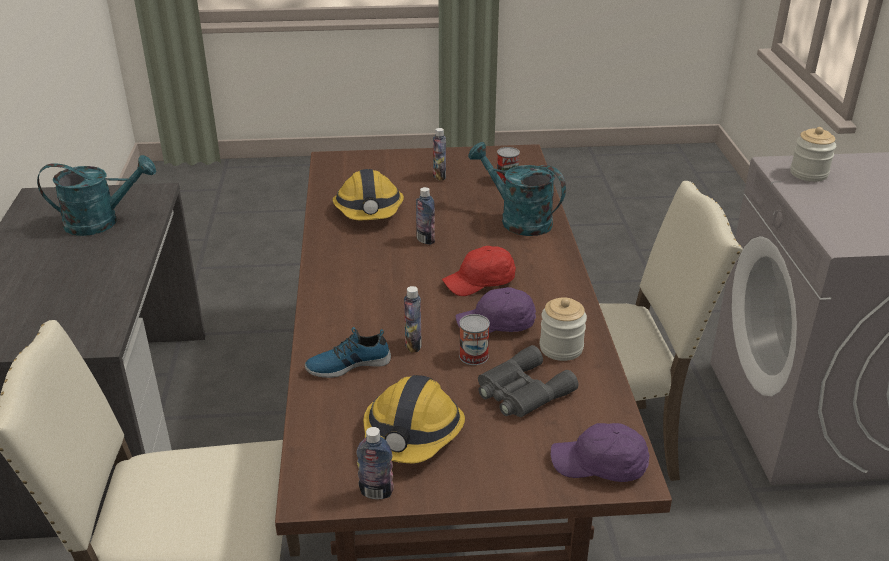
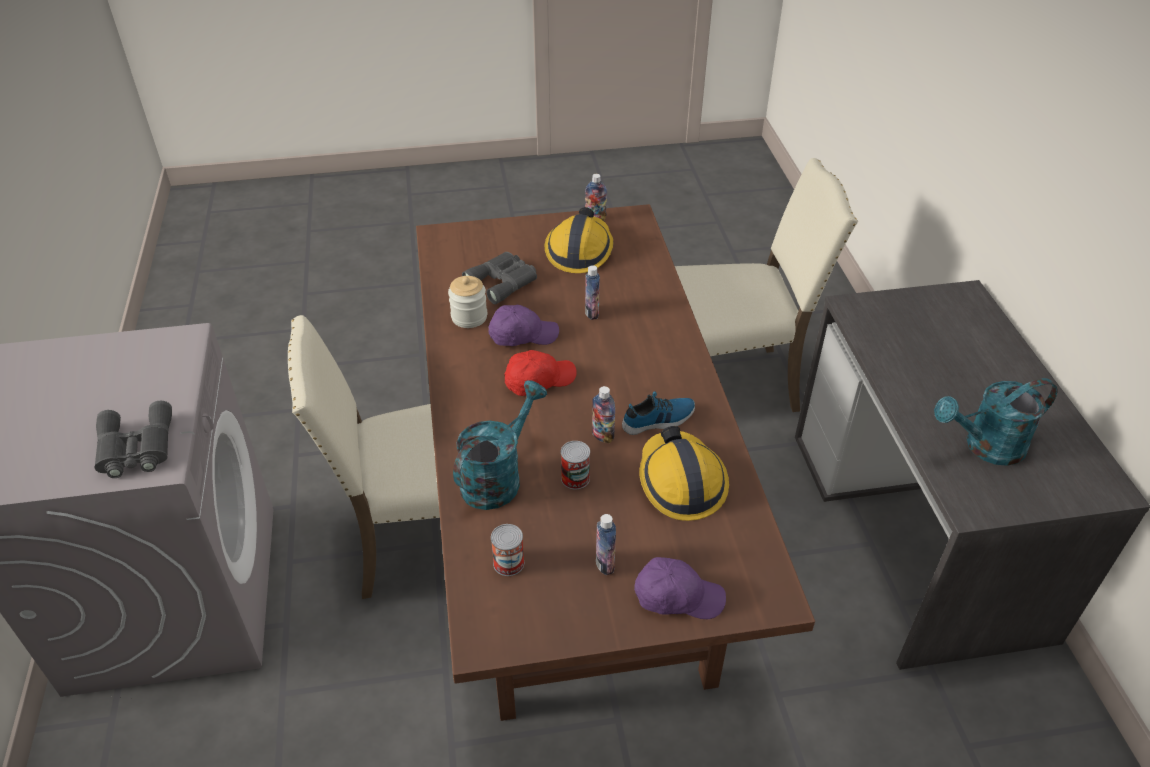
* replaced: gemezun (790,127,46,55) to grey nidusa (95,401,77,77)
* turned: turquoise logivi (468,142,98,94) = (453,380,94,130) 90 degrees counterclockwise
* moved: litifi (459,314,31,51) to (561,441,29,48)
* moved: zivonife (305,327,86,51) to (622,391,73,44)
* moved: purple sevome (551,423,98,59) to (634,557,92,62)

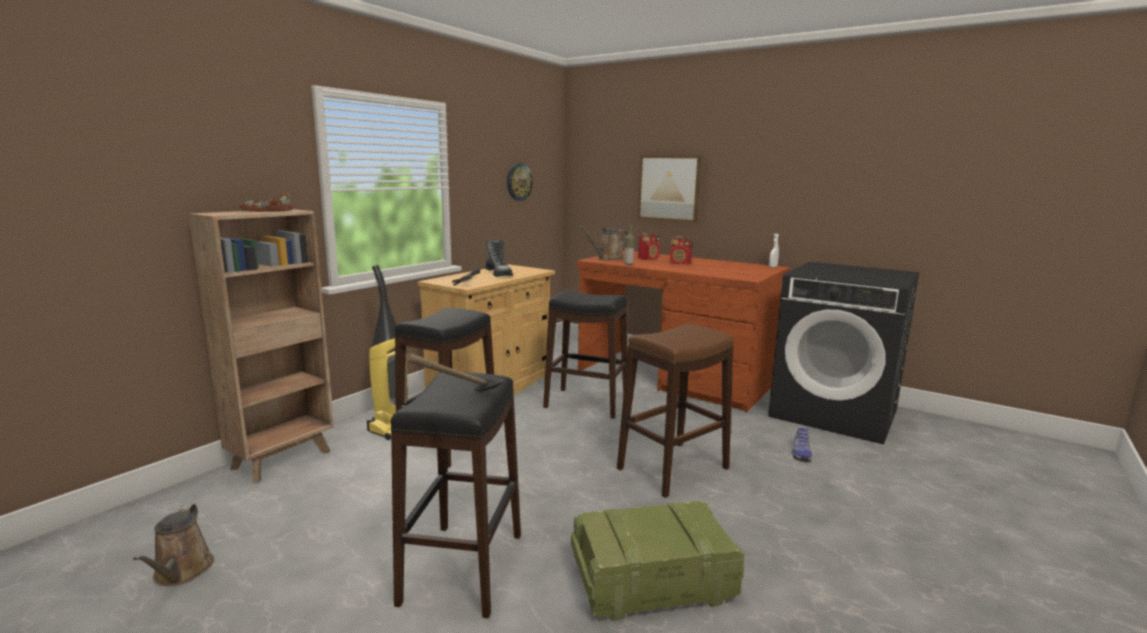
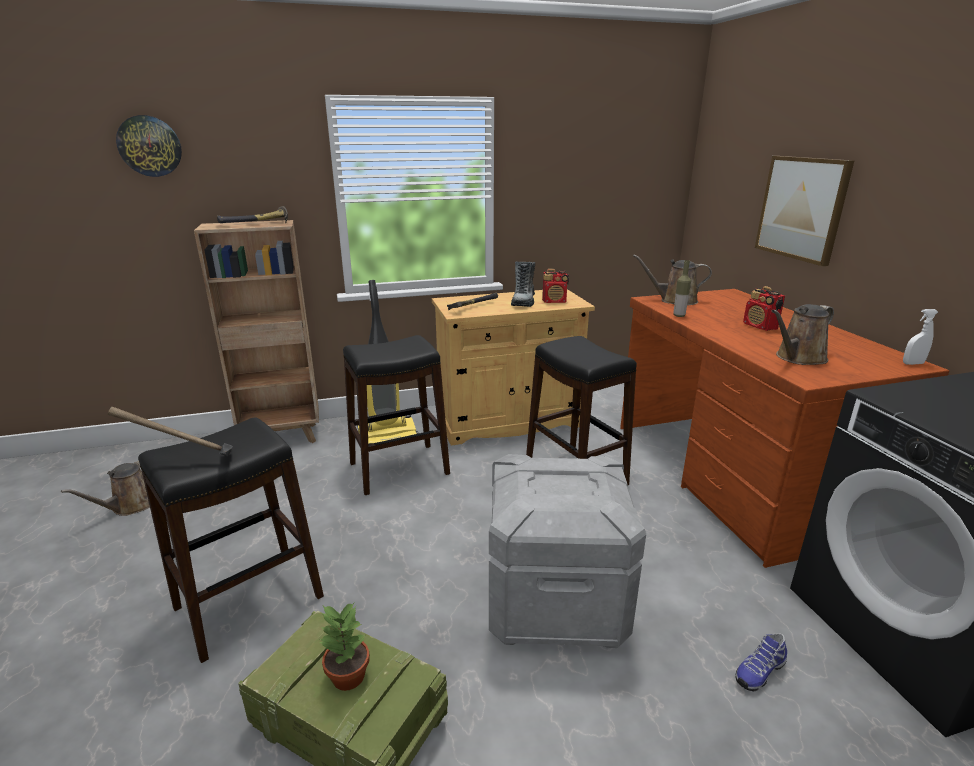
* moved: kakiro (507,163,26,38) to (116,115,66,62)
* replaced: brown zivonife (240,193,53,19) to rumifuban (217,206,71,18)
* added: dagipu (319,603,51,88)
* replaced: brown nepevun (617,324,117,174) to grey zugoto (489,454,157,194)
* moved: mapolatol (638,233,22,27) to (542,269,27,34)
* added: brown logivi (772,304,62,61)

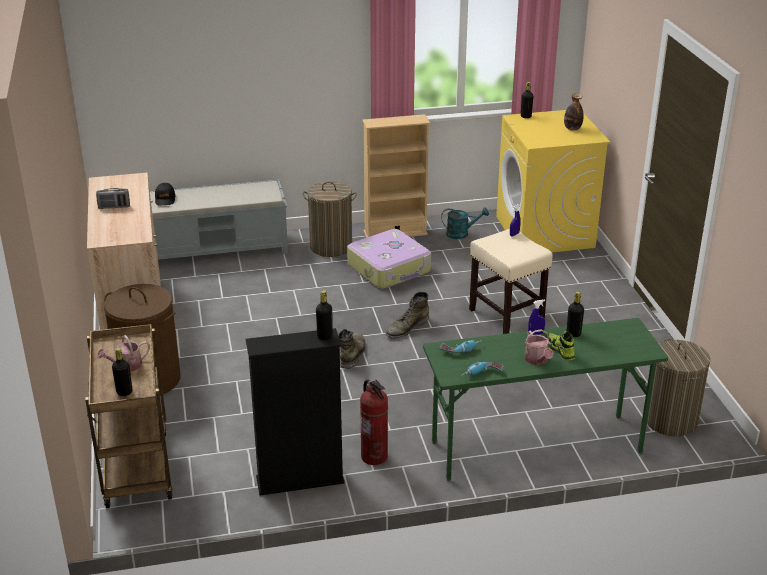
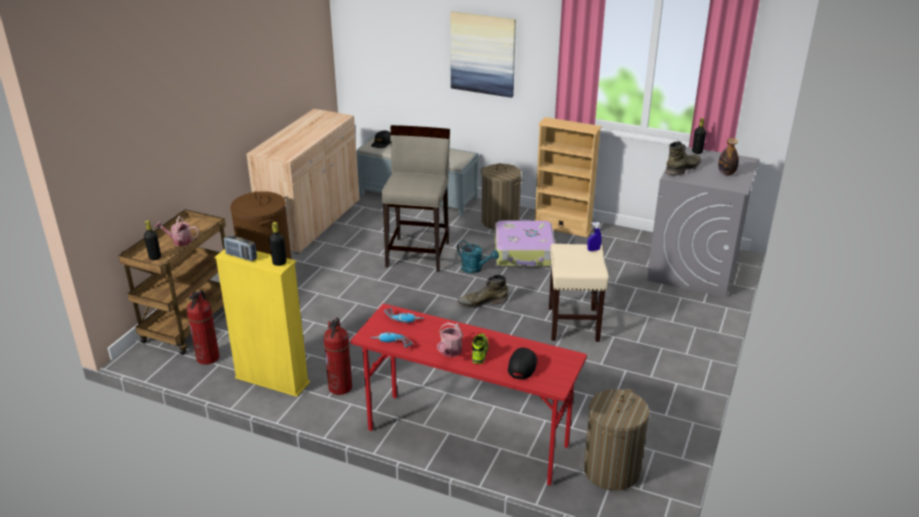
* added: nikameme (187,290,33,75)
* recoloured: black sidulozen (246,328,98,168) to yellow sidulozen (215,249,95,148)
* moved: mapolatol (96,188,34,21) to (224,235,33,26)
* recoloured: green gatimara (423,318,245,163) to red gatimara (350,304,237,181)
* added: beige nepevun (381,125,69,147)
* added: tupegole (450,11,66,87)
* moved: turquoise logivi (441,207,48,32) to (457,240,42,33)
* added: black sevome (508,348,29,31)
* recoloured: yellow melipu (496,110,114,142) to grey melipu (647,147,112,151)
* moved: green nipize (338,329,28,40) to (666,141,35,35)
* removed: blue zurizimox (528,300,17,35)
* removed: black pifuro (567,291,17,46)

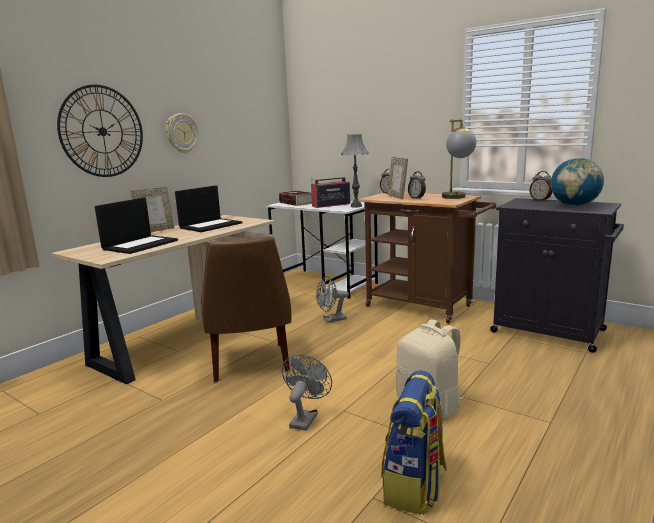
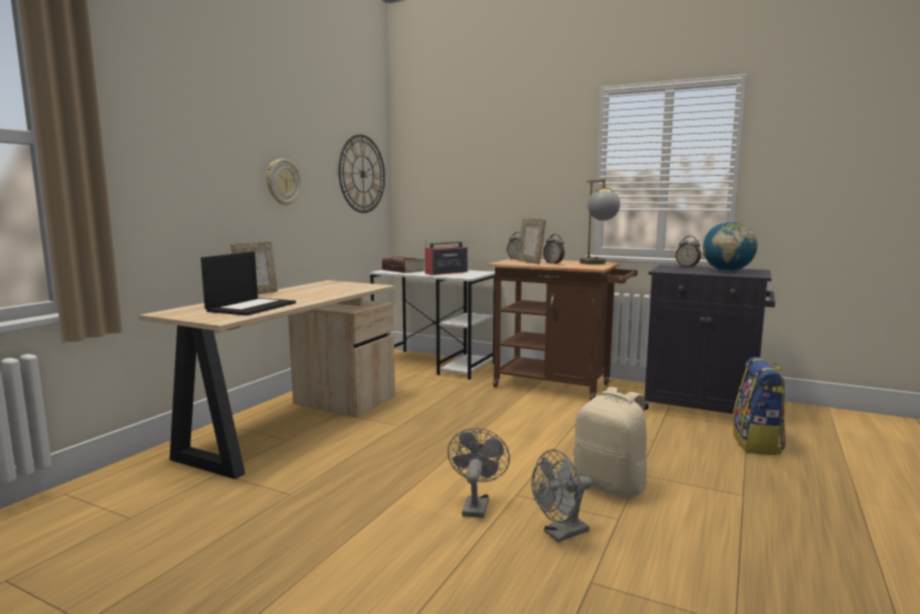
* moved: kakiro (57,85,86,92) to (339,134,46,79)
* moved: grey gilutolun (316,276,33,47) to (531,449,62,93)
* moved: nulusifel (381,370,66,145) to (732,357,54,98)
* removed: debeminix (175,185,67,47)
* removed: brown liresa (201,236,91,146)
* removed: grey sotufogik (341,134,28,74)

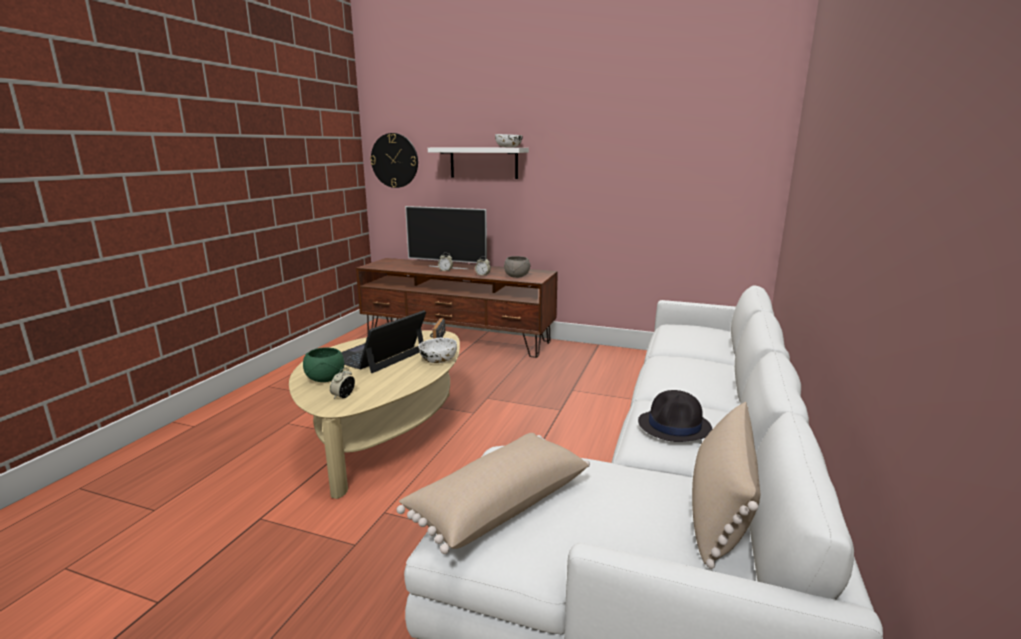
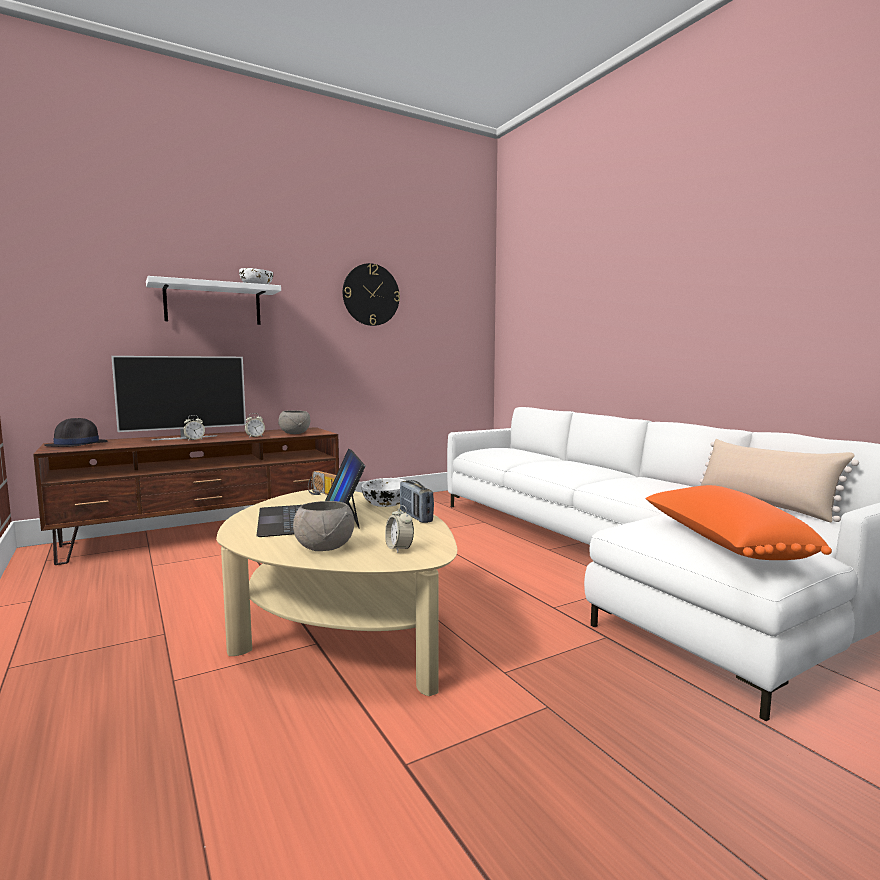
* moved: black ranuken (638,390,74,52) to (44,418,63,29)
* recoloured: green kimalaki (303,348,41,34) to grey kimalaki (293,501,62,50)
* moved: kakiro (370,133,48,55) to (343,263,57,63)
* added: mapolatol (400,480,34,43)
* recoloured: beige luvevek (397,433,193,121) to orange luvevek (645,485,187,75)

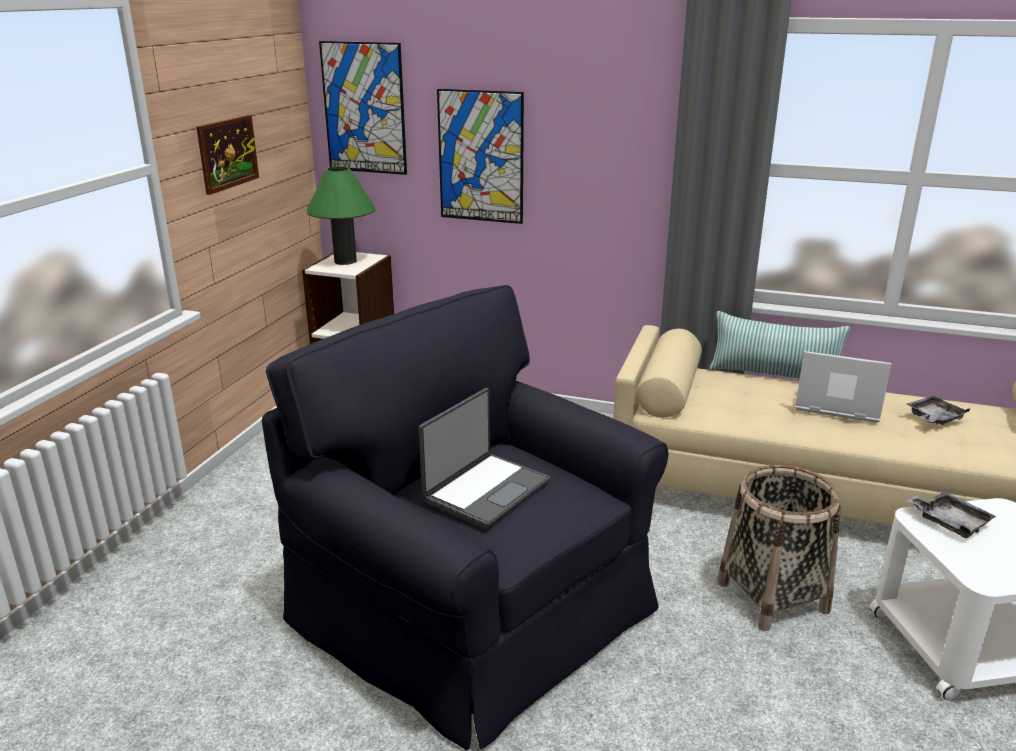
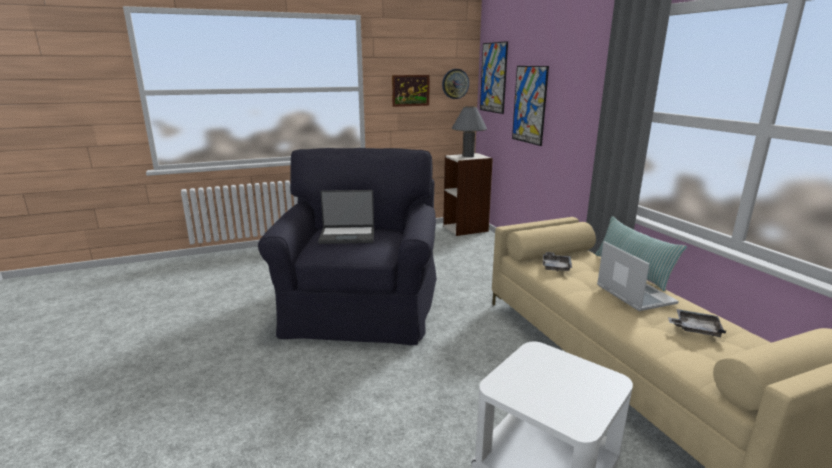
* added: kakiro (442,69,27,30)
* recoloured: green sotufogik (306,167,70,98) to grey sotufogik (452,106,35,51)
* moved: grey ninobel (907,491,89,47) to (543,252,29,20)
* removed: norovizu (717,465,124,166)

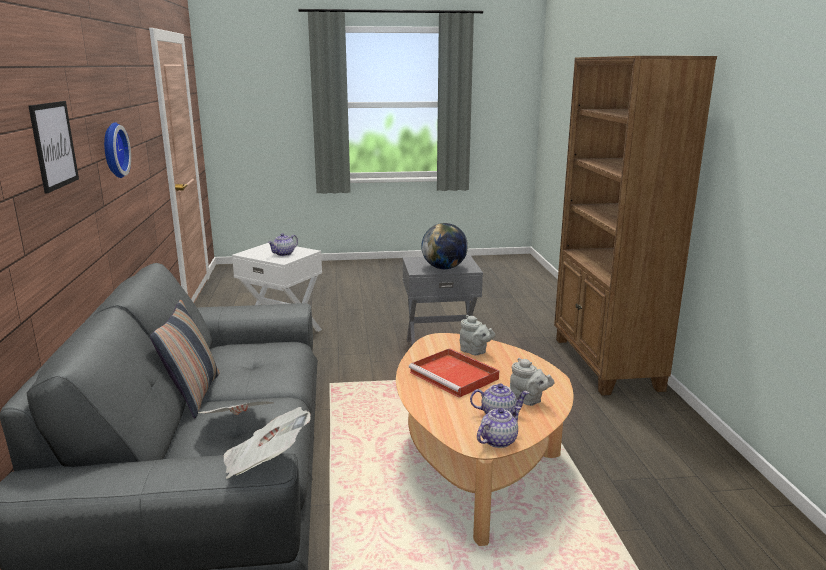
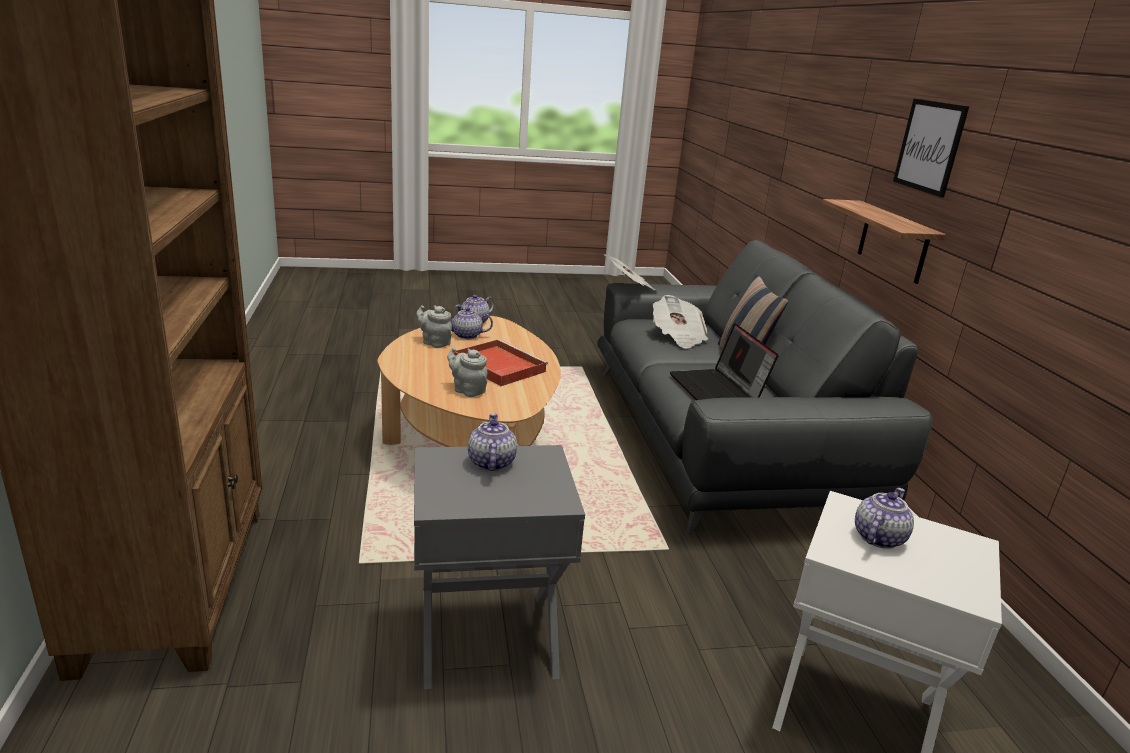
* replaced: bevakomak (421,223,47,46) to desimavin (468,413,49,58)
* added: debeminix (670,323,109,77)
* added: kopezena (822,199,124,85)
* removed: kakiro (104,122,27,56)

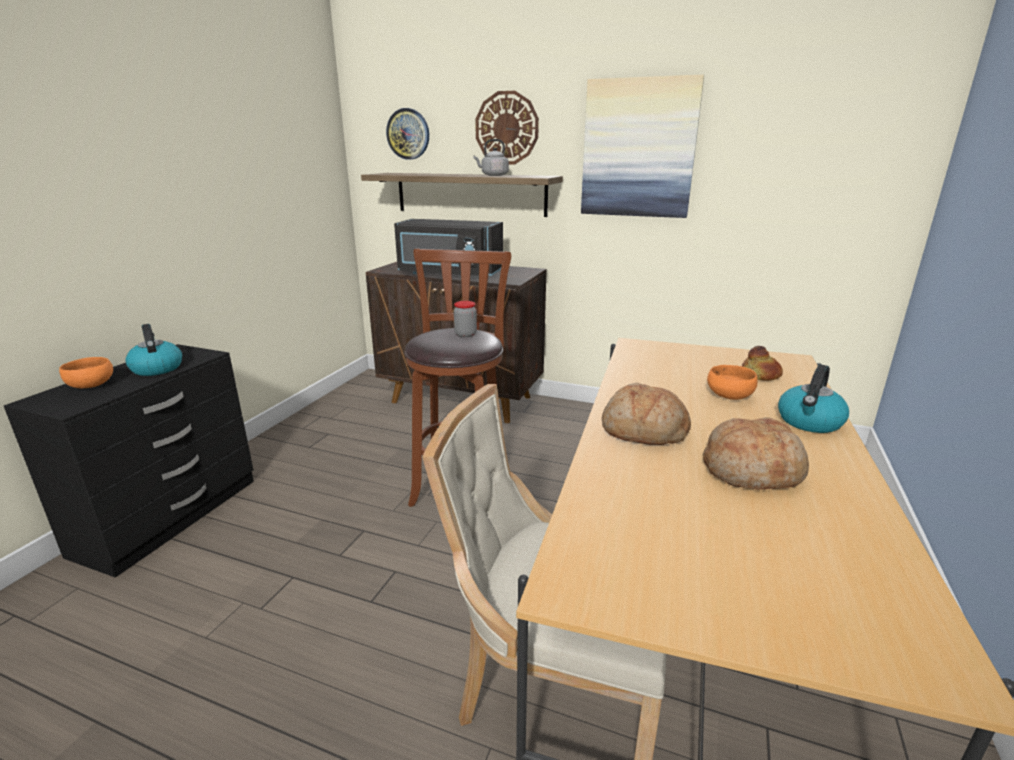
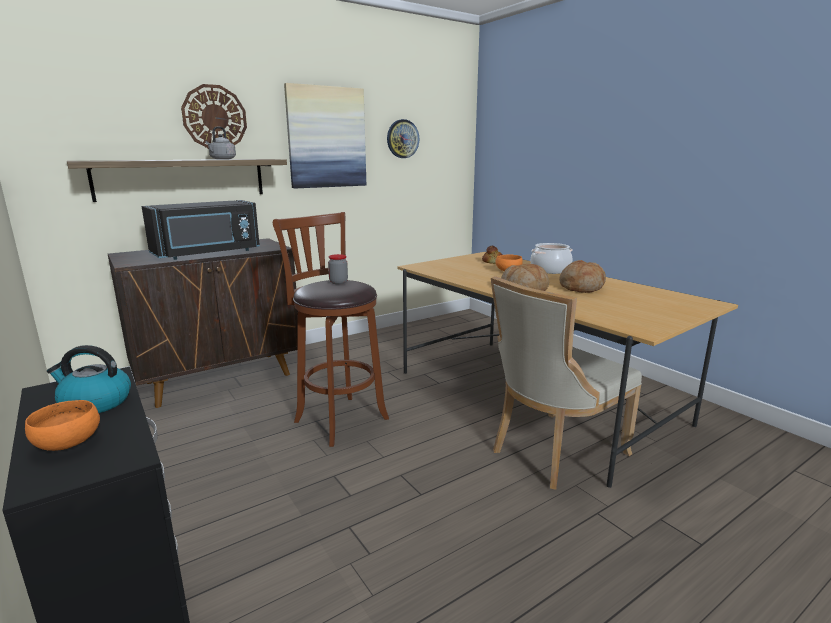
* moved: kakiro (386,108,43,52) to (387,119,32,39)
* replaced: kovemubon (778,365,71,68) to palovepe (531,243,41,31)

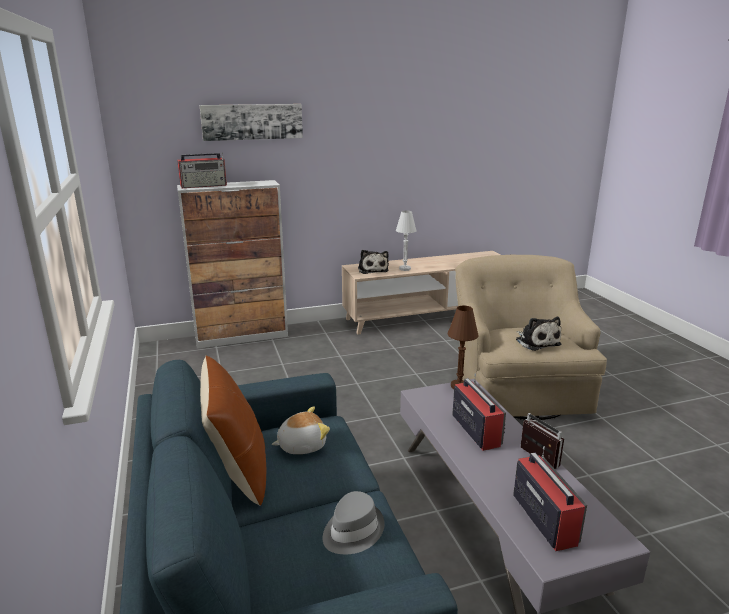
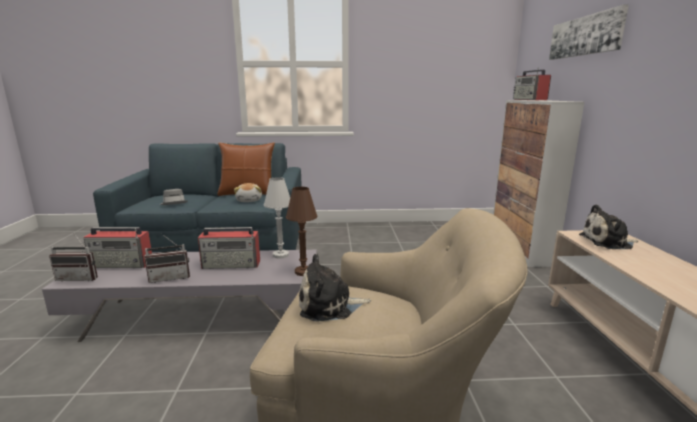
* added: mapolatol (49,233,49,48)
* moved: white sotufogik (396,210,21,61) to (264,177,26,82)

